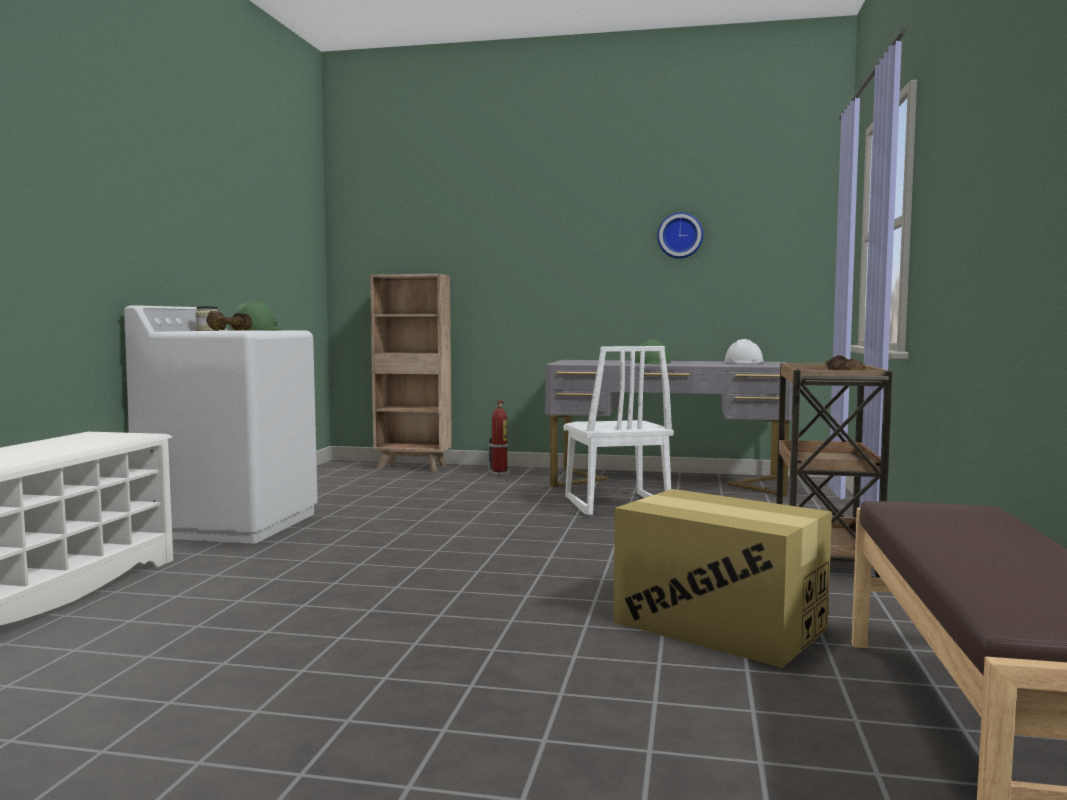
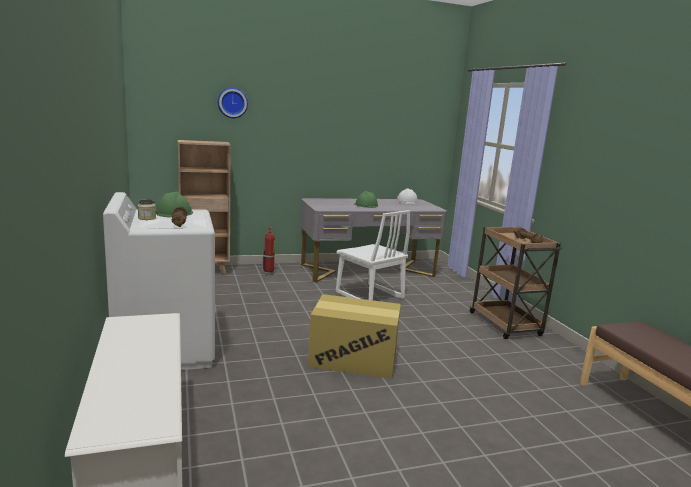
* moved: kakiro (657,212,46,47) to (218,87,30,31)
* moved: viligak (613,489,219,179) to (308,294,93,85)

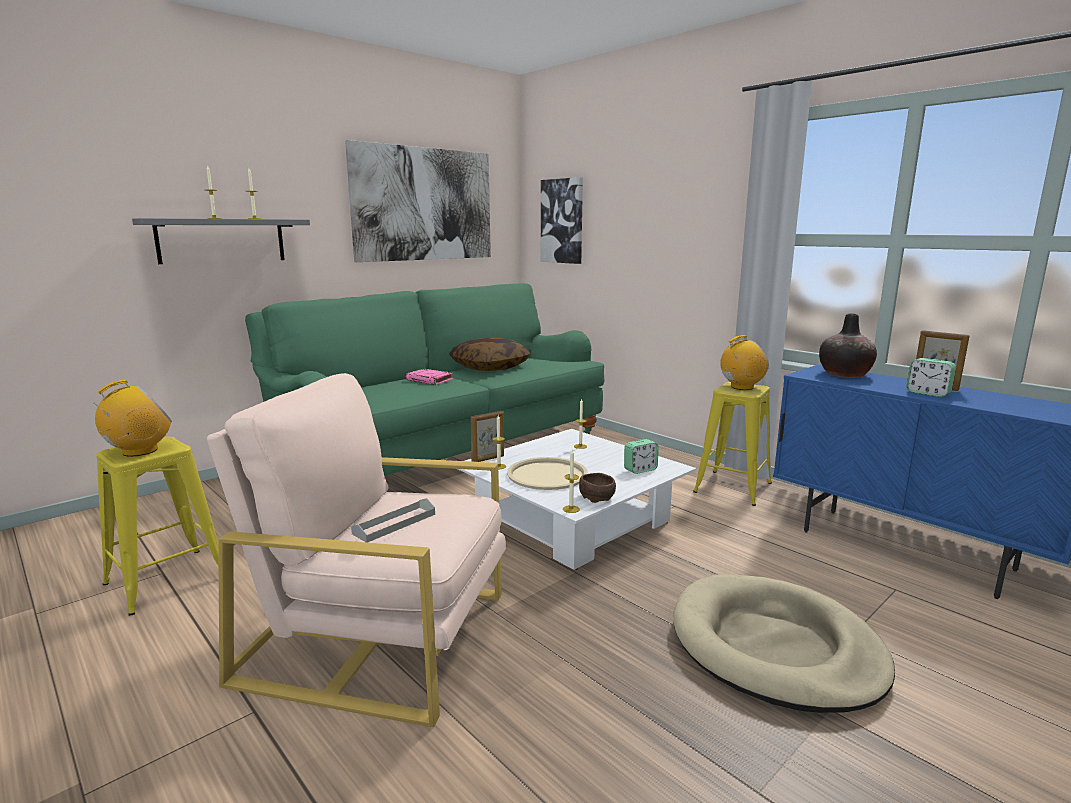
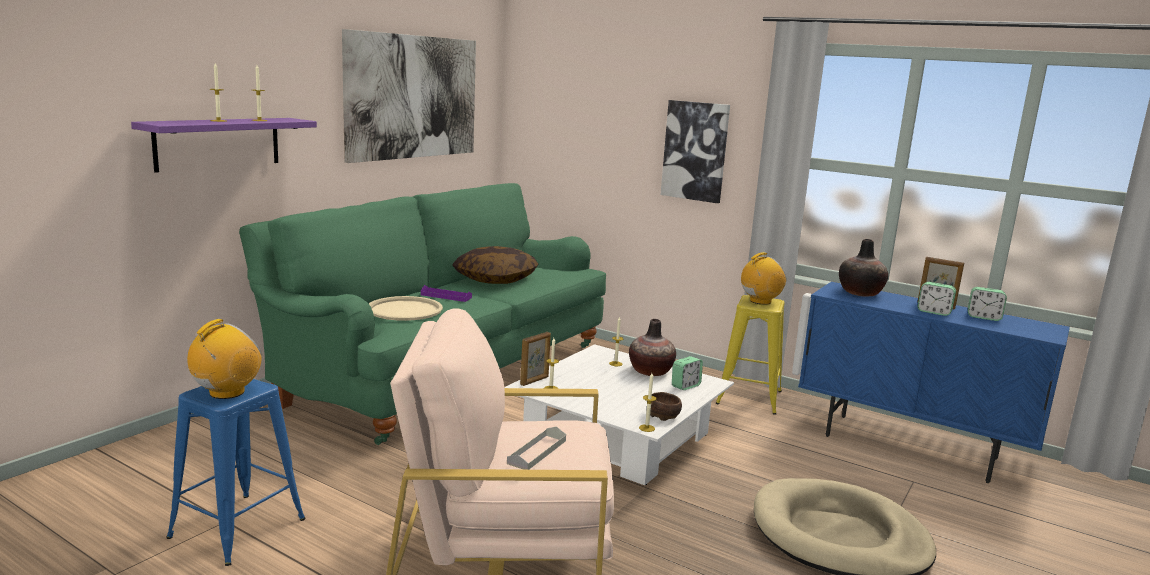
* recoloured: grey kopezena (132,218,178,46) to purple kopezena (131,118,186,55)
* recoloured: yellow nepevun (96,436,123,180) to blue nepevun (166,379,139,187)
* moved: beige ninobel (507,457,81,33) to (369,296,74,25)
* replaced: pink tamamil (406,369,47,16) to purple ninobel (421,285,51,17)
* added: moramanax (629,319,47,57)
* moved: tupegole (541,177,42,87) to (660,100,70,103)
* added: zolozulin (968,287,39,34)

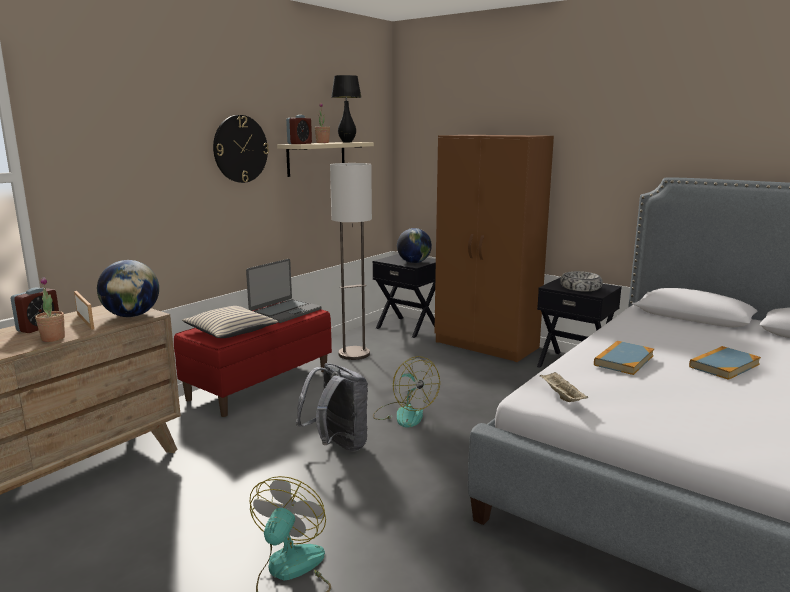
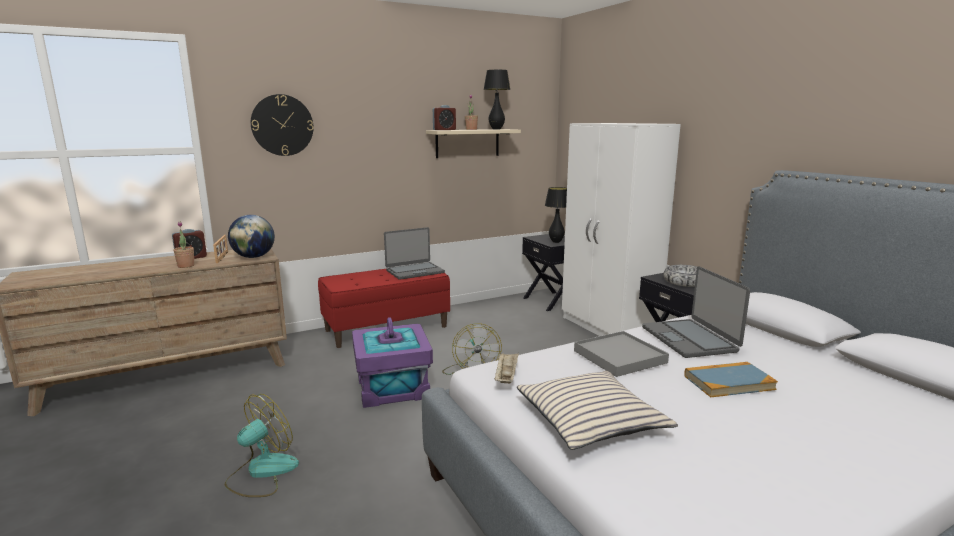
* moved: kakiro (213,115,56,68) to (251,94,63,62)
* replaced: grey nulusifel (296,363,72,89) to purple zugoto (352,317,81,91)
* moved: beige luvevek (182,306,96,32) to (517,371,161,79)
* replaced: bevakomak (397,228,35,35) to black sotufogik (545,187,22,56)
* recoloured: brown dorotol (434,135,120,227) to white dorotol (562,123,119,213)
* replaced: tamamil (594,341,60,34) to grey ninobel (574,331,95,46)
* added: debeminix (642,266,108,92)
* removed: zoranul (330,163,42,197)

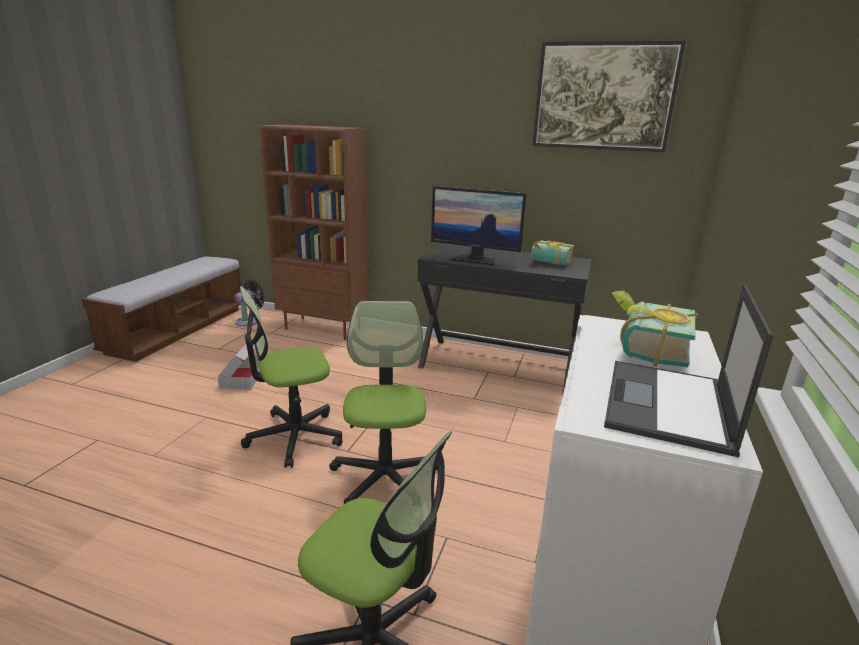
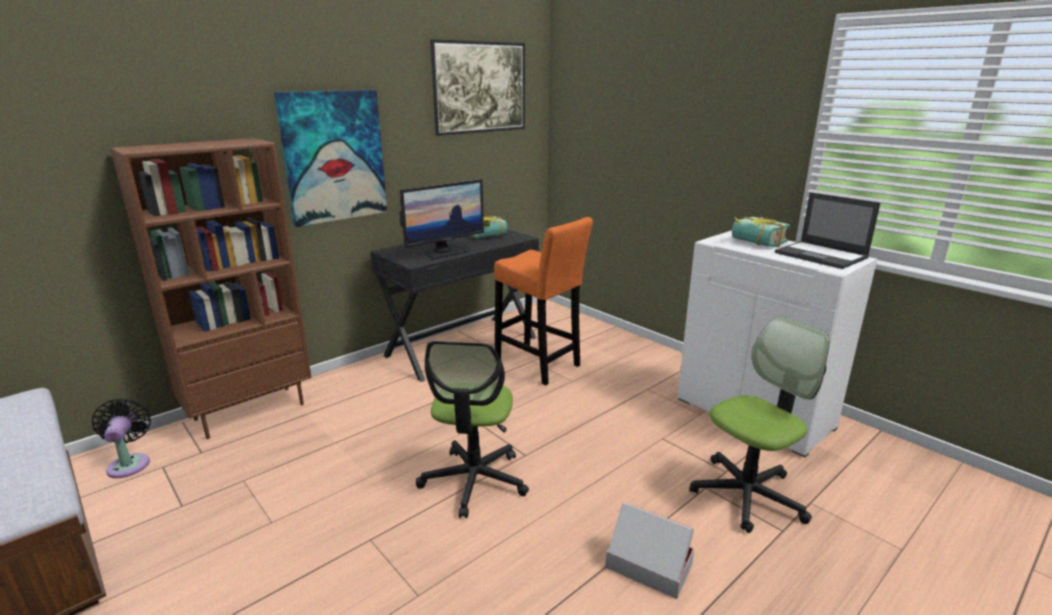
* added: tupegole (274,90,113,137)
* added: orange nepevun (494,217,99,168)
* moved: viligak (218,337,42,53) to (605,503,89,96)
* removed: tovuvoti (329,301,109,203)

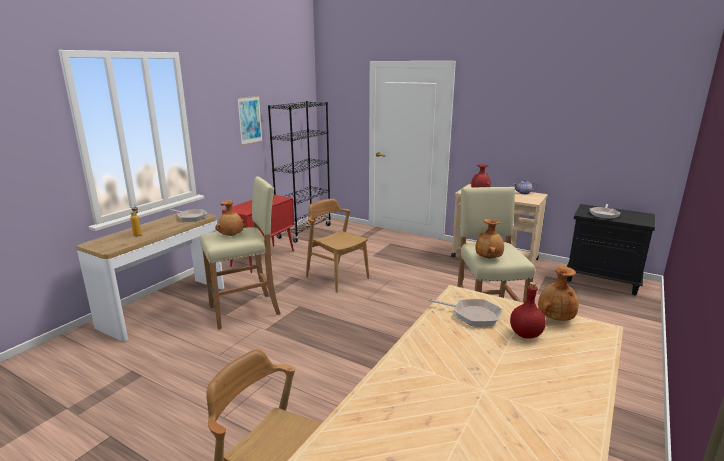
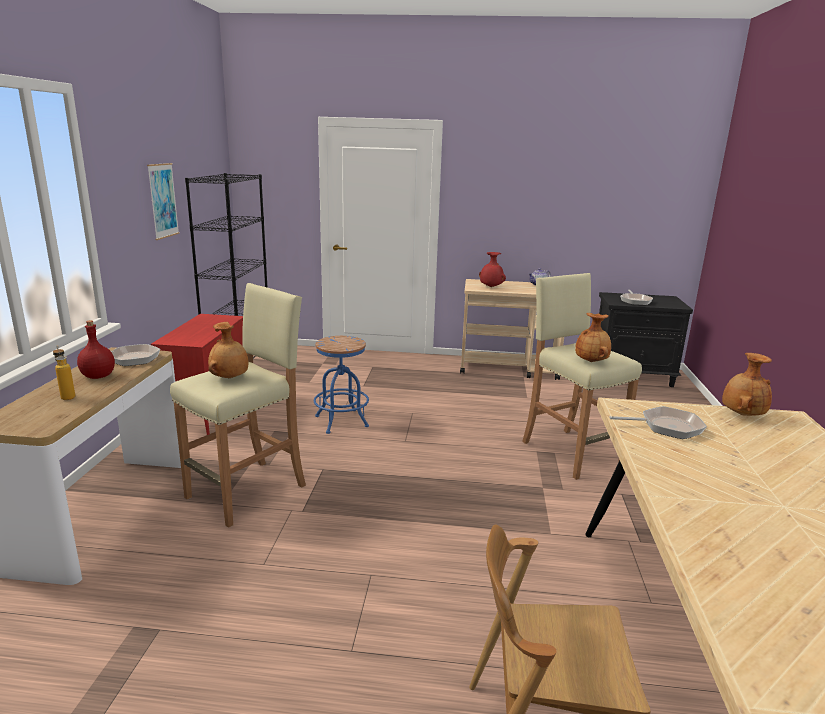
* moved: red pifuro (510,282,36,57) to (77,320,38,59)
* replaced: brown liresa (306,198,63,95) to blue nepevun (314,336,55,98)

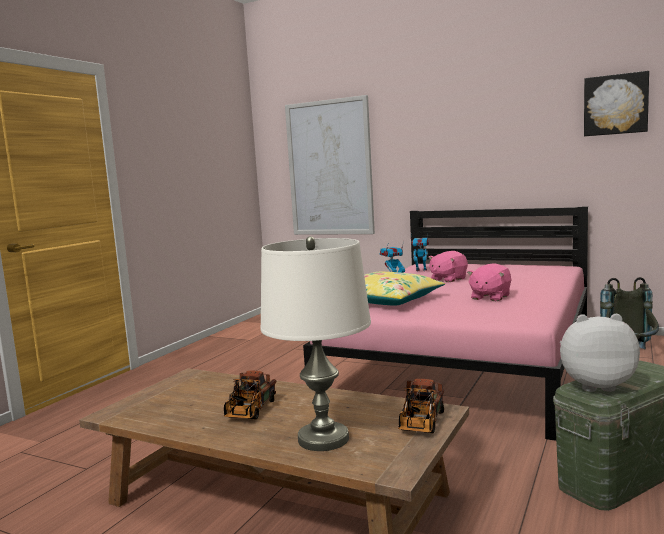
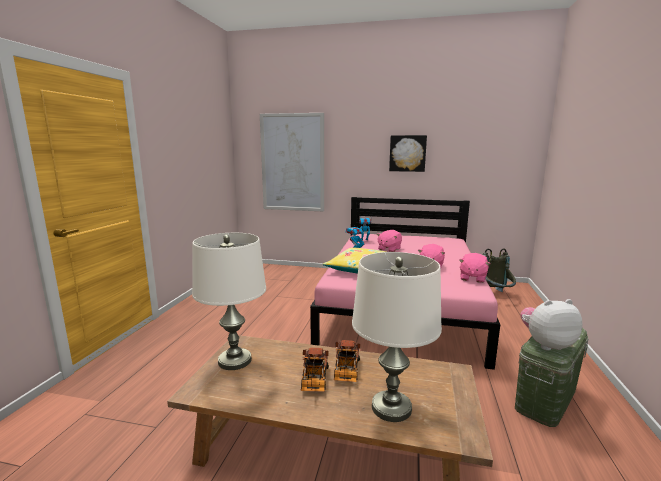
* added: white sotufogik (192,233,74,137)
* moved: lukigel (398,379,46,54) to (334,340,26,42)
* moved: tupegole (584,71,65,65) to (389,135,38,37)
* added: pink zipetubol (459,253,31,30)

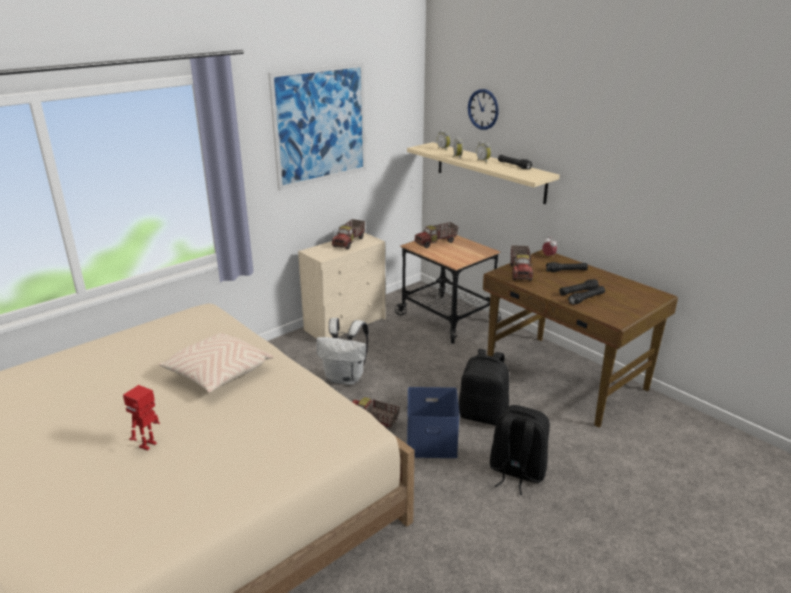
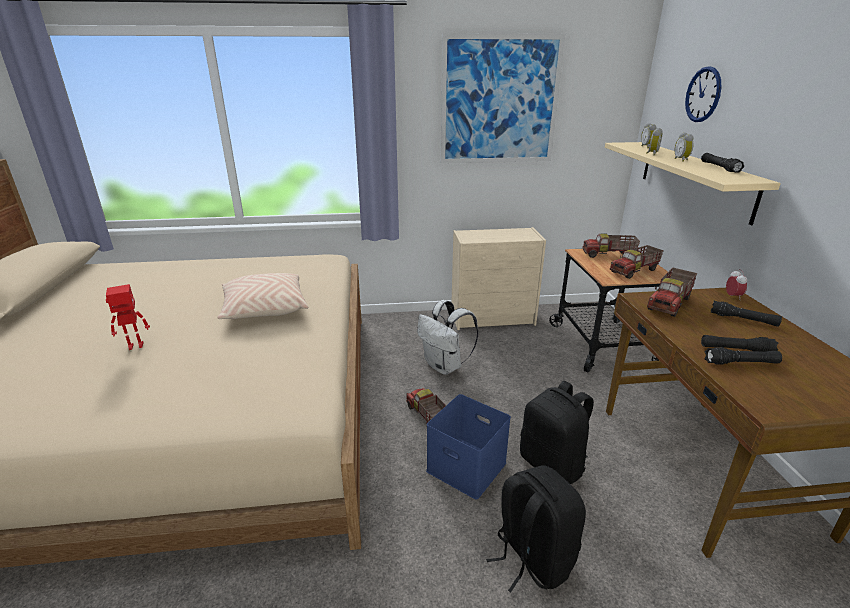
* moved: lukigel (332,219,33,30) to (610,245,53,34)

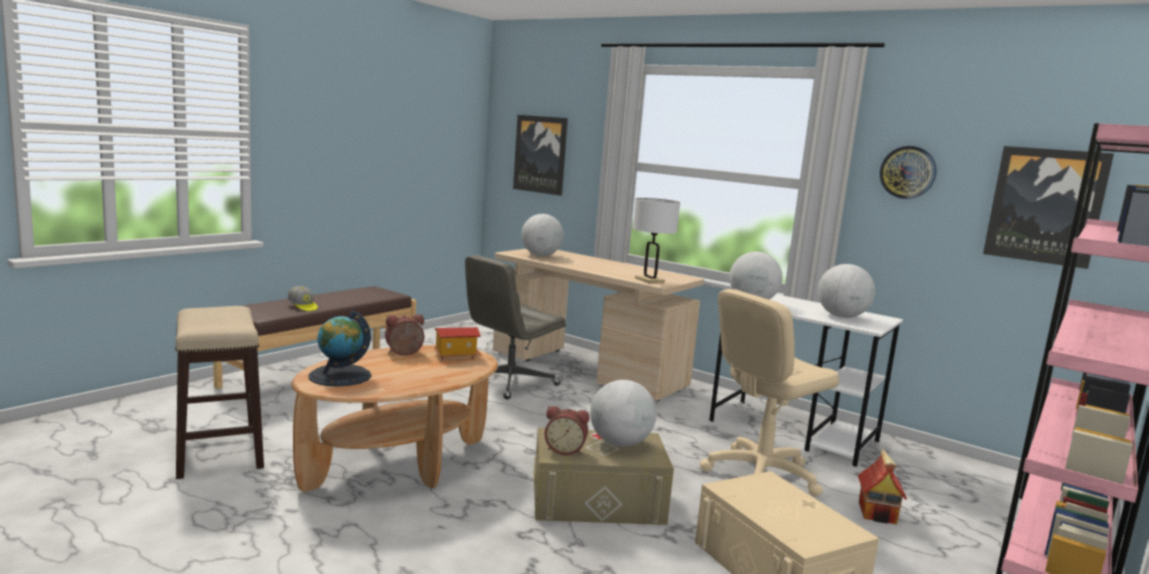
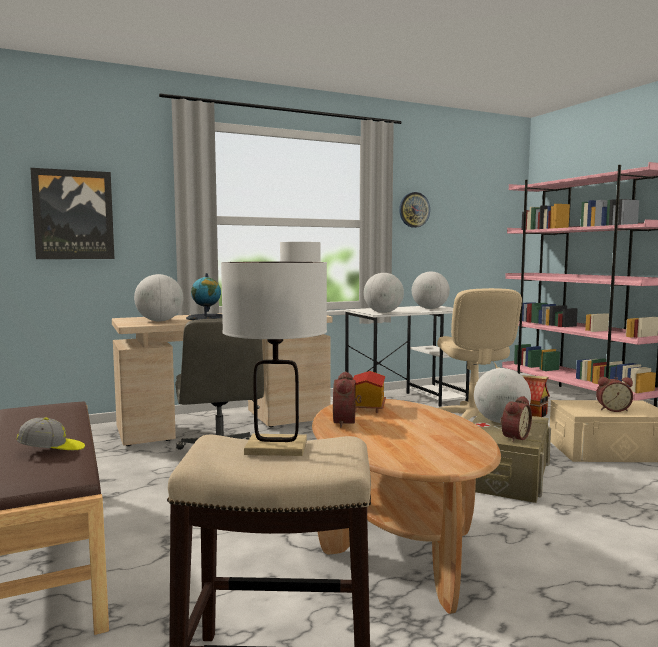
* moved: bevakomak (308,311,63,76) to (186,273,36,47)
* added: white sotufogik (221,262,106,194)
* added: zolozulin (596,377,37,35)
* removed: tupegole (983,146,131,123)

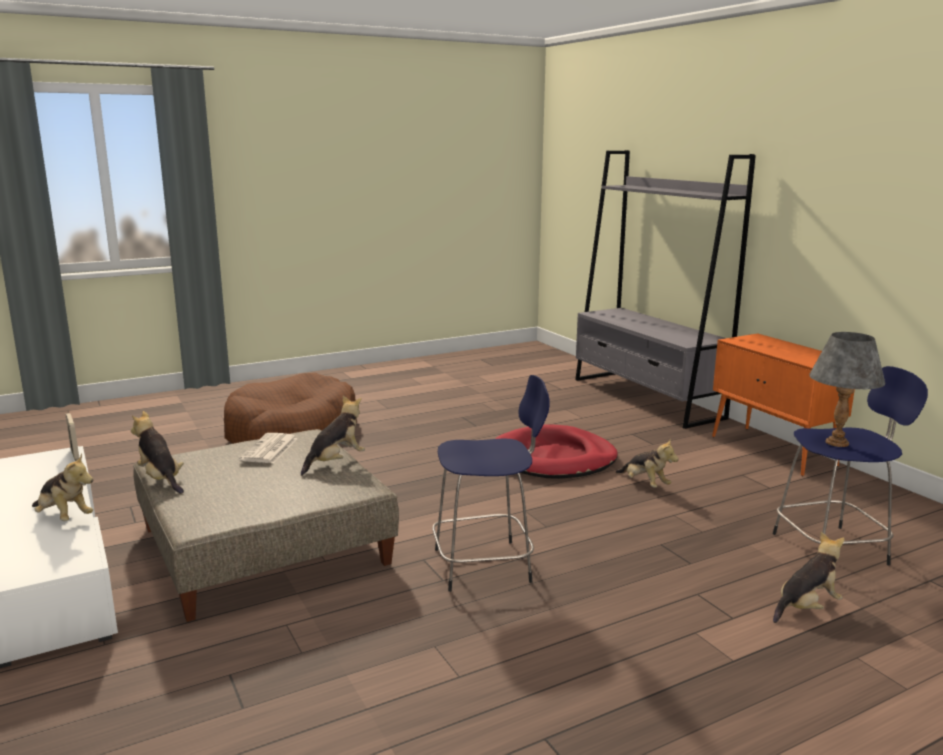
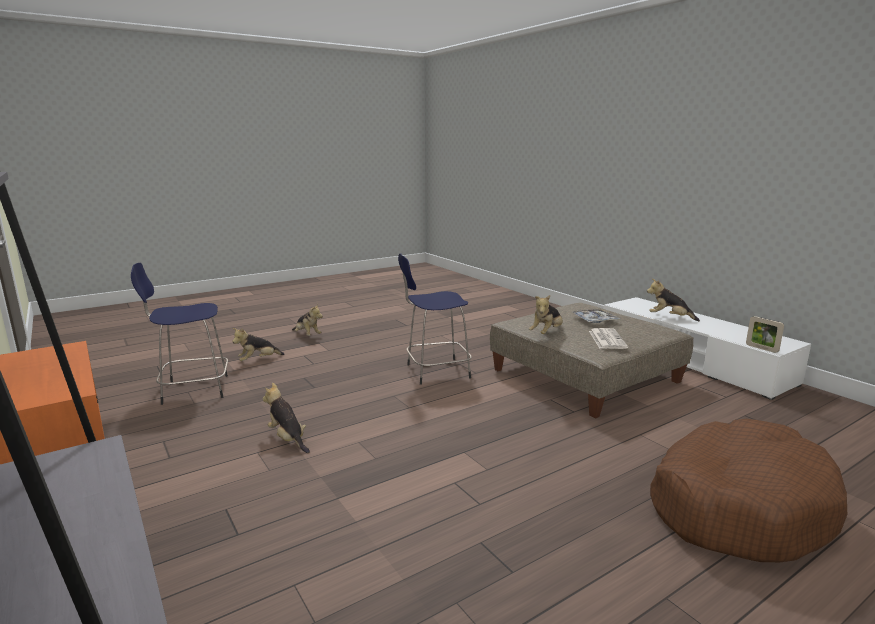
* moved: zipetubol (131,411,53,83) to (292,304,31,32)
* added: ninobel (572,309,48,14)
* removed: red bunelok (495,425,123,54)
* removed: grey sotufogik (809,332,76,115)

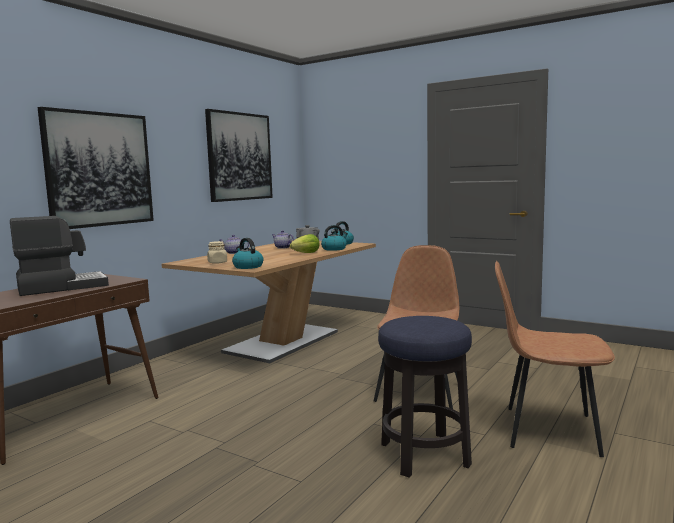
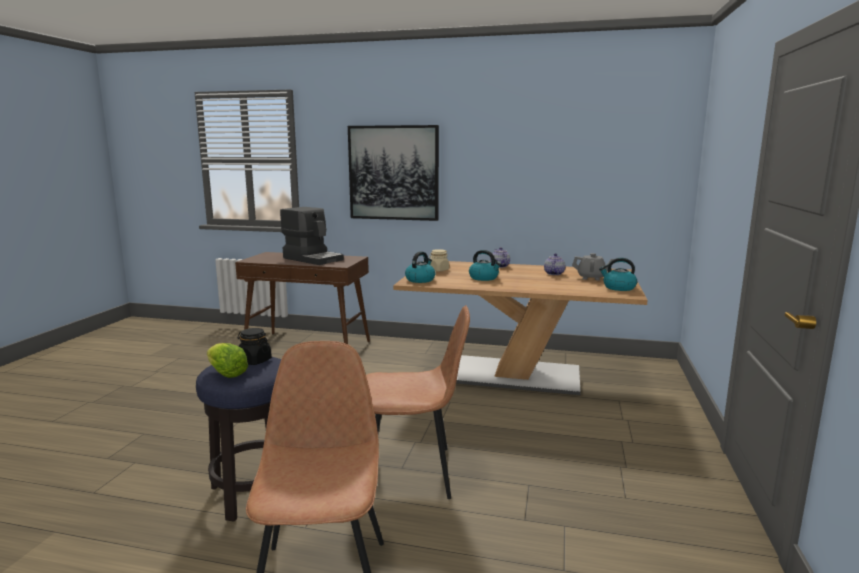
* moved: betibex (290,234,29,19) to (207,343,41,35)
* added: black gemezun (238,328,34,37)
* moved: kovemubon (321,225,27,26) to (469,250,32,31)
* removed: tupegole (205,109,68,93)

